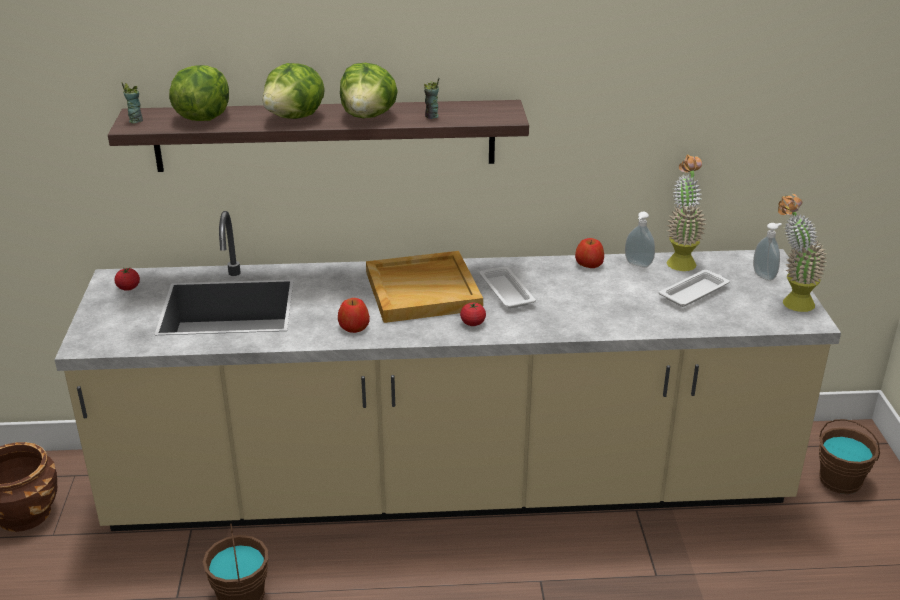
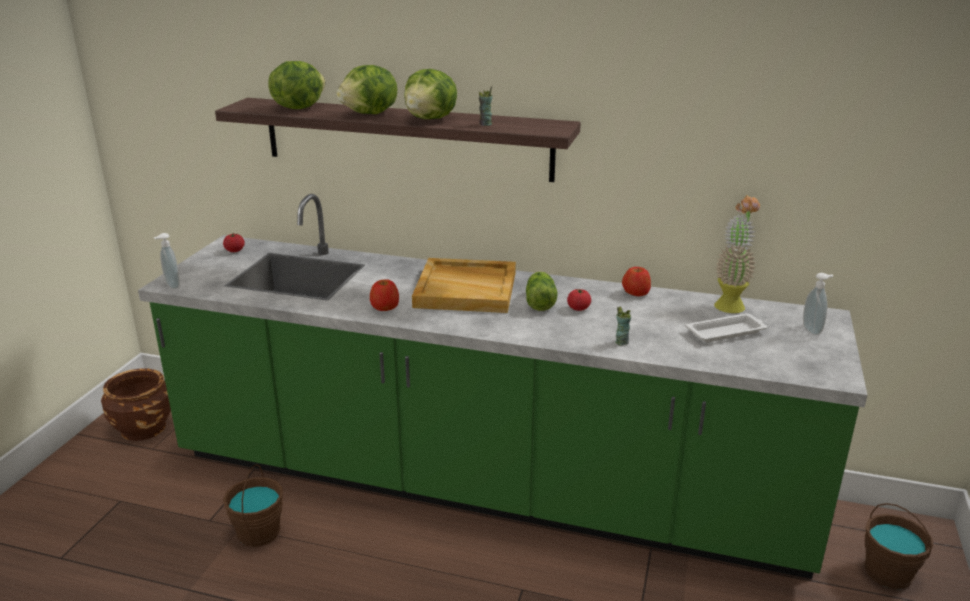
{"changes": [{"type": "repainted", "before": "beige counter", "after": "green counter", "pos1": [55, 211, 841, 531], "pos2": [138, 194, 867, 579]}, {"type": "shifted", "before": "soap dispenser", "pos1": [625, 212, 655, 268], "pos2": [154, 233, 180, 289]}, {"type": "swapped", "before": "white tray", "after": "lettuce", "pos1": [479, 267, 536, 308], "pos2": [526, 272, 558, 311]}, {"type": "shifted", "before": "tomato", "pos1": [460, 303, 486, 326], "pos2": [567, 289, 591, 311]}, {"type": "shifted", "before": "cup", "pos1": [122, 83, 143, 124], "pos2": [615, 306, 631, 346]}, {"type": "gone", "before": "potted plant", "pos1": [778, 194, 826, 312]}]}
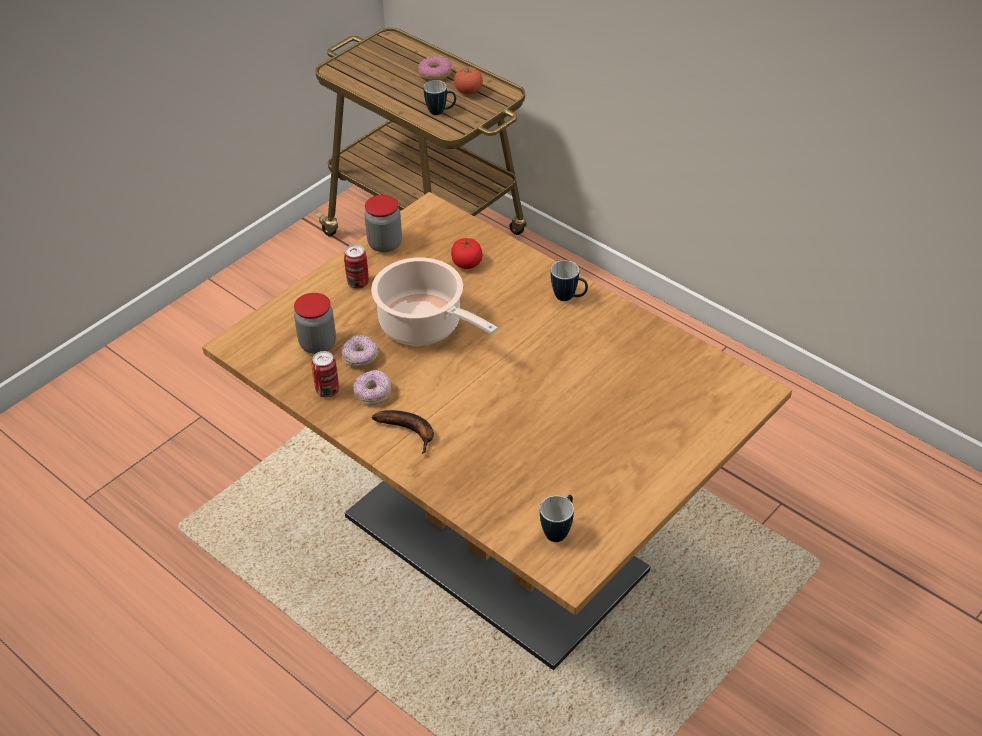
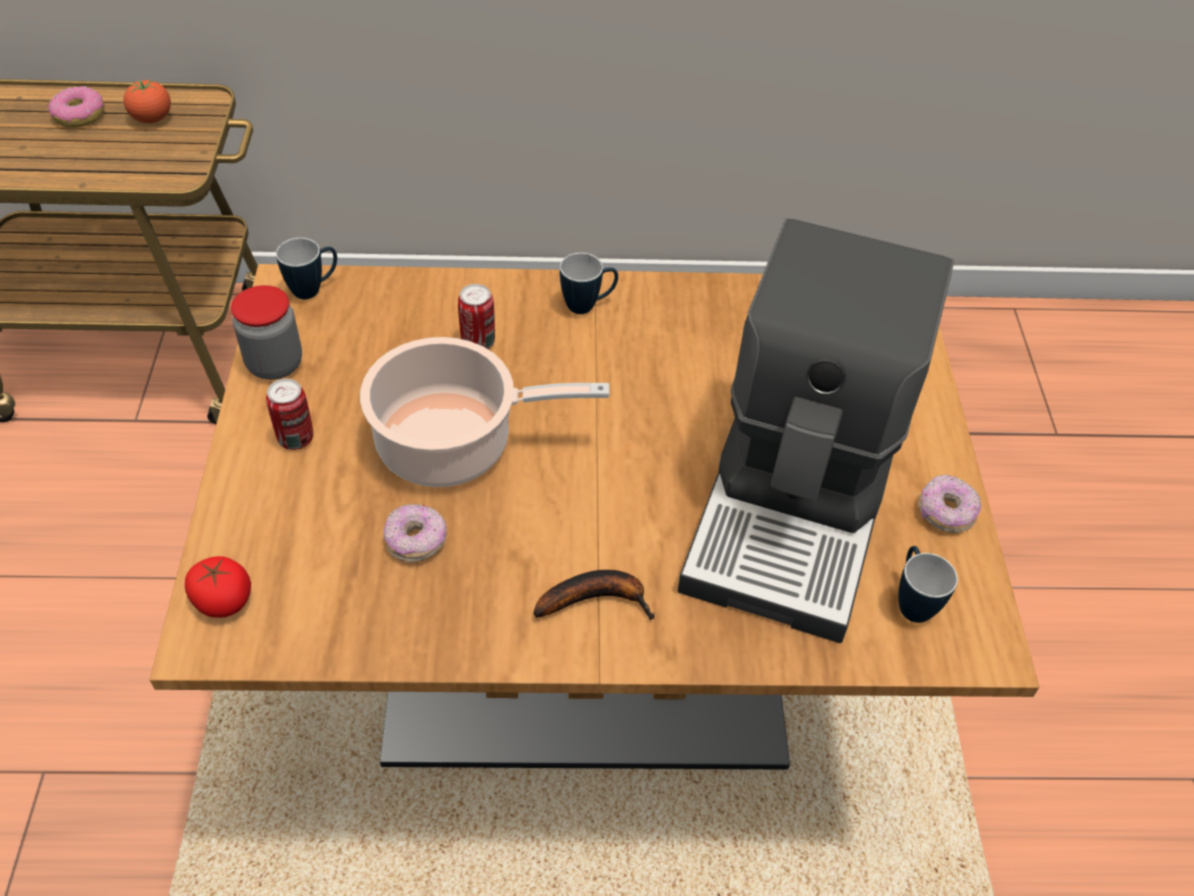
{"changes": [{"type": "shifted", "before": "tomato", "pos1": [451, 238, 483, 269], "pos2": [185, 556, 251, 618]}, {"type": "shifted", "before": "mug", "pos1": [424, 80, 456, 115], "pos2": [276, 238, 337, 299]}, {"type": "shifted", "before": "can", "pos1": [311, 351, 339, 397], "pos2": [458, 284, 495, 349]}, {"type": "new", "after": "coffee machine", "pos2": [678, 218, 954, 643]}, {"type": "shifted", "before": "donut", "pos1": [353, 370, 391, 405], "pos2": [919, 475, 981, 533]}, {"type": "gone", "before": "jar", "pos1": [294, 293, 336, 354]}]}
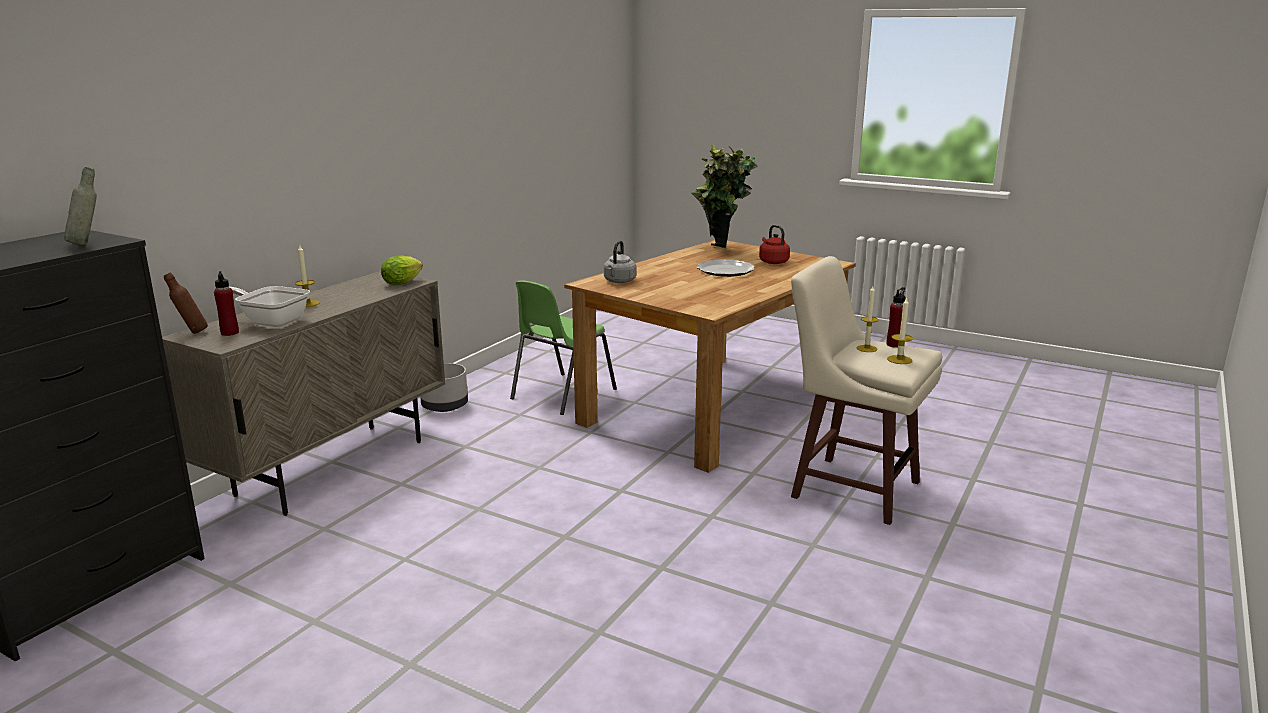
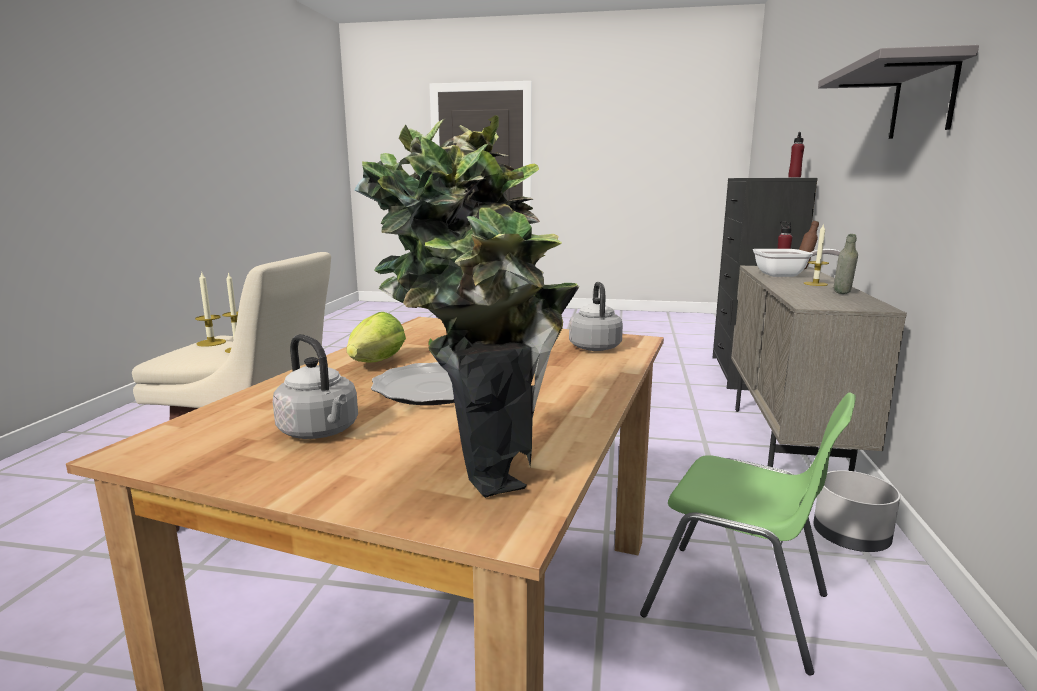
{"changes": [{"type": "repainted", "before": "red kettle", "after": "grey kettle", "pos1": [759, 225, 790, 264], "pos2": [273, 334, 358, 439]}, {"type": "shifted", "before": "lettuce", "pos1": [381, 255, 423, 285], "pos2": [346, 312, 406, 363]}, {"type": "rotated", "before": "green chair", "pos1": [510, 280, 617, 415], "pos2": [640, 392, 856, 675], "turn": 105}, {"type": "shifted", "before": "red bottle", "pos1": [886, 287, 905, 348], "pos2": [788, 132, 805, 178]}, {"type": "new", "after": "grey shelf", "pos2": [818, 45, 979, 139]}, {"type": "shifted", "before": "grey bottle", "pos1": [64, 167, 97, 245], "pos2": [834, 234, 858, 294]}]}
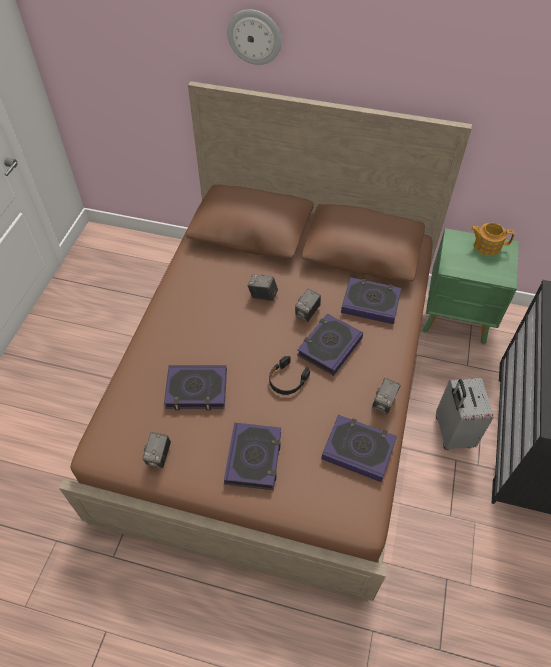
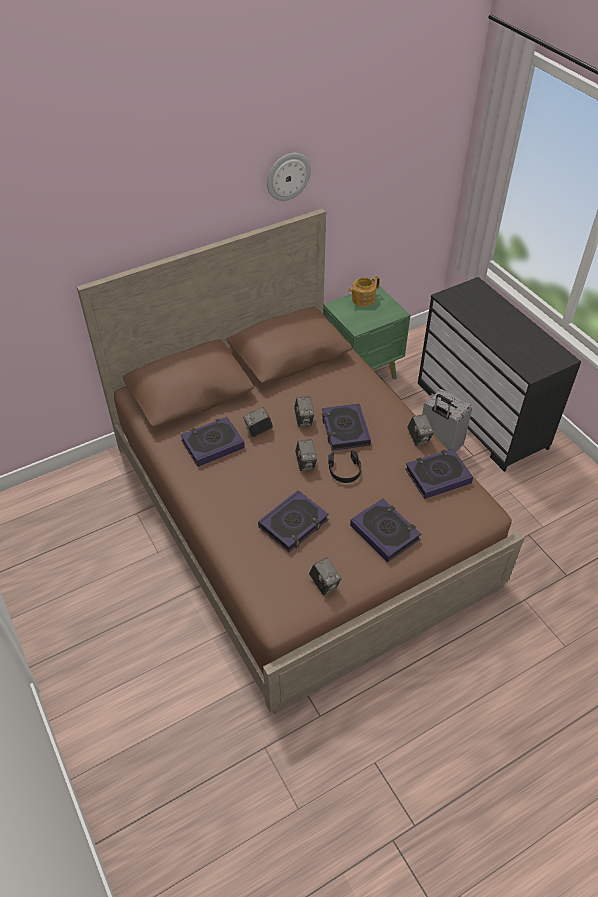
{"changes": [{"type": "shifted", "before": "book", "pos1": [341, 277, 401, 324], "pos2": [181, 417, 245, 467]}, {"type": "shifted", "before": "wall clock", "pos1": [227, 9, 281, 65], "pos2": [267, 153, 311, 201]}, {"type": "new", "after": "photo camera", "pos2": [295, 439, 317, 471]}]}
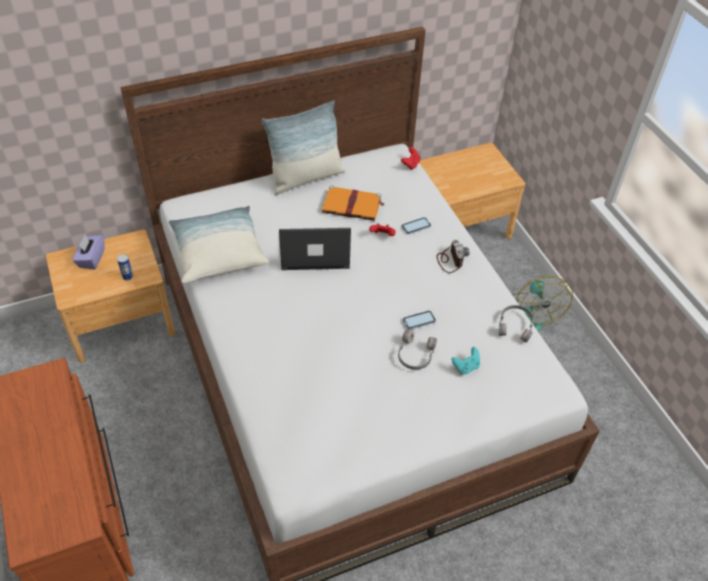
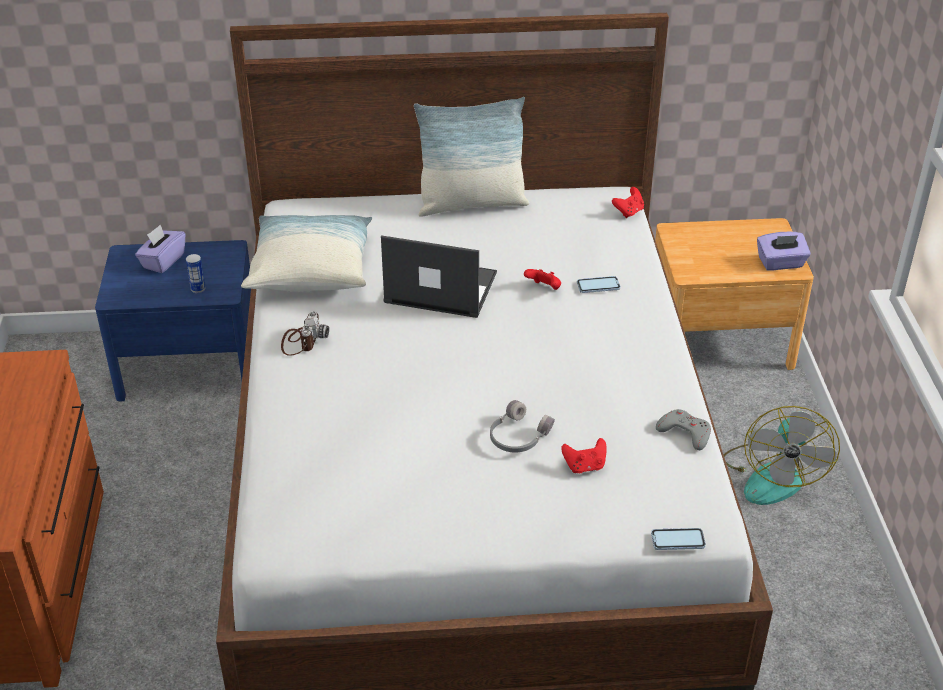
{"changes": [{"type": "repainted", "before": "brown nightstand", "after": "blue nightstand", "pos1": [46, 230, 175, 363], "pos2": [95, 240, 251, 401]}, {"type": "shifted", "before": "photo camera", "pos1": [436, 240, 469, 273], "pos2": [281, 311, 329, 356]}, {"type": "repainted", "before": "turquoise game controller", "after": "red game controller", "pos1": [452, 347, 480, 375], "pos2": [561, 438, 607, 473]}, {"type": "shifted", "before": "phone", "pos1": [403, 311, 436, 330], "pos2": [651, 528, 706, 550]}, {"type": "swapped", "before": "grey headphones", "after": "grey game controller", "pos1": [499, 305, 534, 342], "pos2": [656, 409, 711, 450]}, {"type": "new", "after": "purple tissue box", "pos2": [757, 232, 811, 271]}, {"type": "gone", "before": "orange book", "pos1": [322, 185, 385, 221]}]}
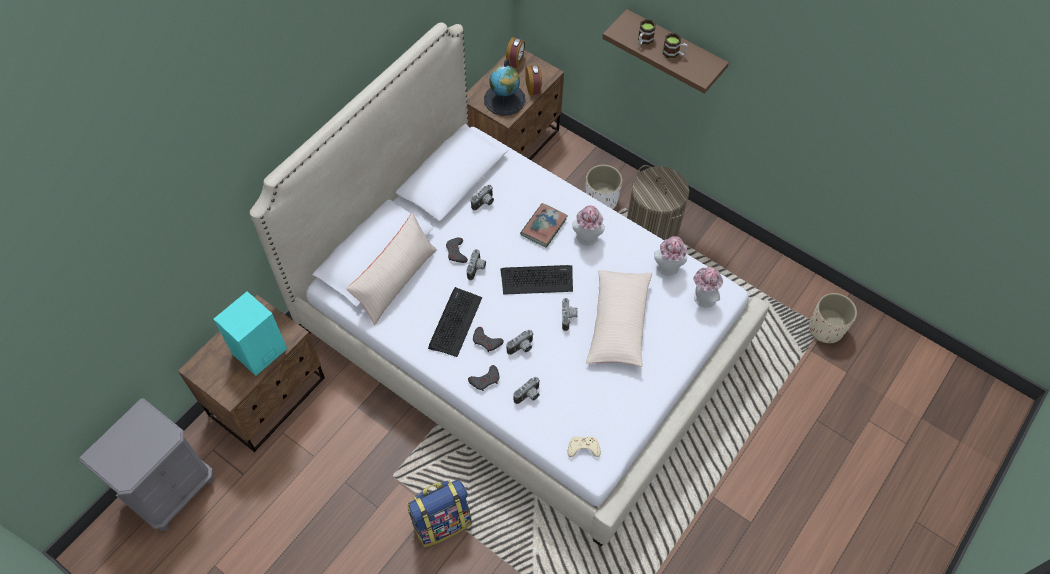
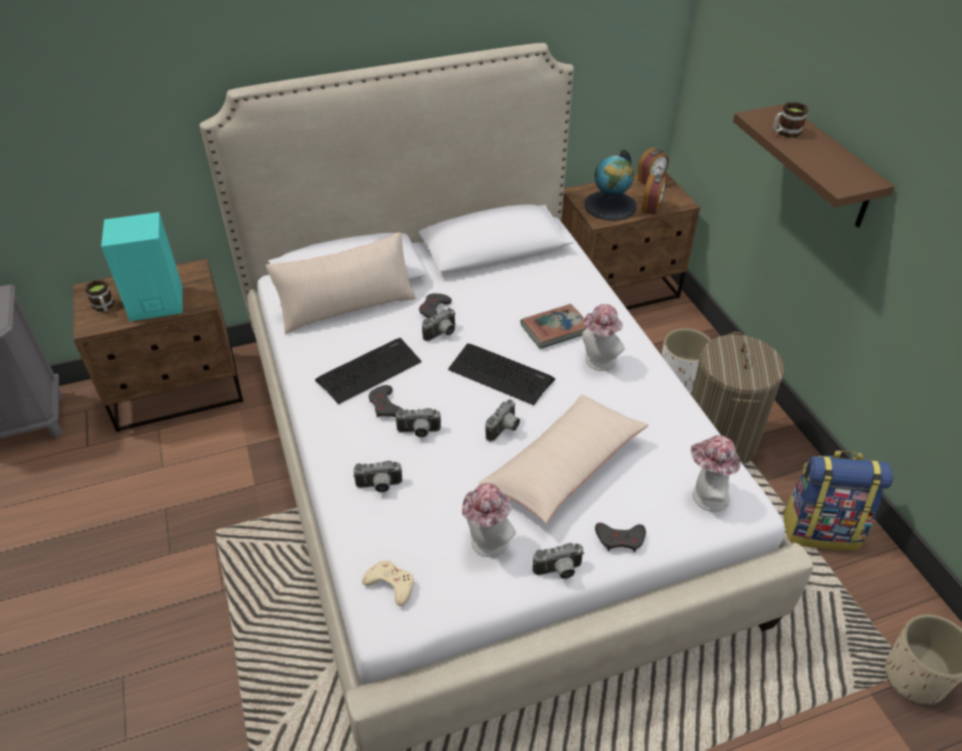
{"changes": [{"type": "shifted", "before": "mug", "pos1": [663, 33, 688, 58], "pos2": [85, 280, 115, 312]}, {"type": "shifted", "before": "hat", "pos1": [654, 236, 687, 276], "pos2": [462, 483, 516, 557]}, {"type": "shifted", "before": "photo camera", "pos1": [471, 185, 494, 210], "pos2": [532, 543, 584, 579]}, {"type": "shifted", "before": "grey game controller", "pos1": [468, 365, 499, 391], "pos2": [595, 523, 646, 552]}, {"type": "shifted", "before": "backpack", "pos1": [407, 480, 471, 547], "pos2": [783, 451, 894, 550]}]}
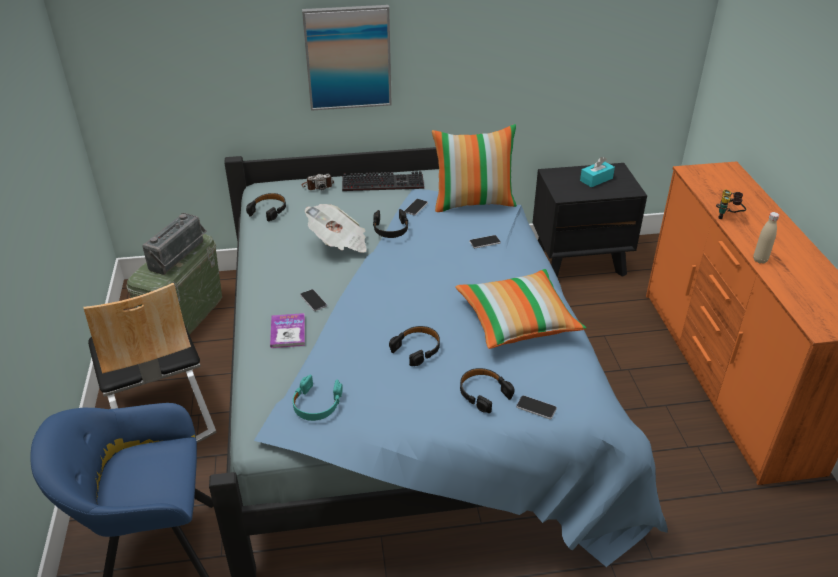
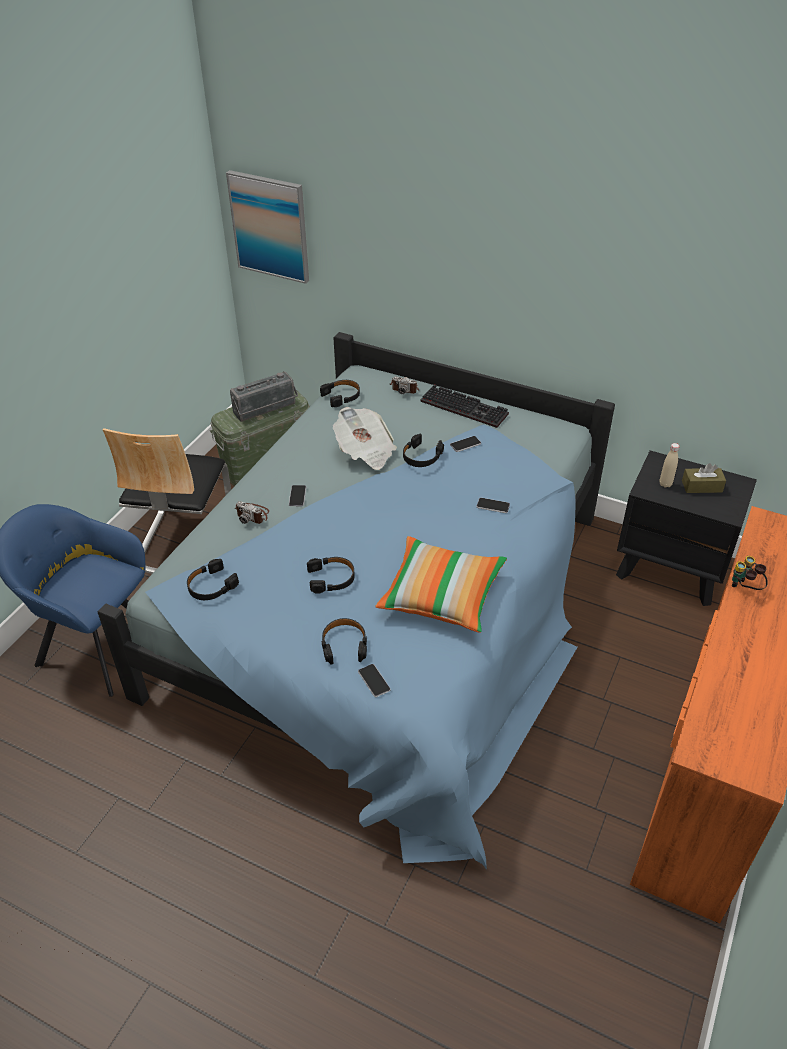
{"changes": [{"type": "repainted", "before": "turquoise headphones", "after": "black headphones", "pos1": [292, 375, 343, 421], "pos2": [187, 559, 239, 600]}, {"type": "shifted", "before": "picture", "pos1": [302, 5, 392, 111], "pos2": [226, 170, 309, 284]}, {"type": "swapped", "before": "book", "after": "photo camera", "pos1": [270, 313, 305, 348], "pos2": [235, 501, 269, 524]}, {"type": "shifted", "before": "beige bottle", "pos1": [753, 212, 779, 264], "pos2": [660, 443, 679, 488]}, {"type": "repainted", "before": "turquoise tissue box", "after": "brown tissue box", "pos1": [580, 157, 615, 187], "pos2": [682, 463, 726, 493]}, {"type": "gone", "before": "pillow", "pos1": [432, 124, 517, 212]}]}
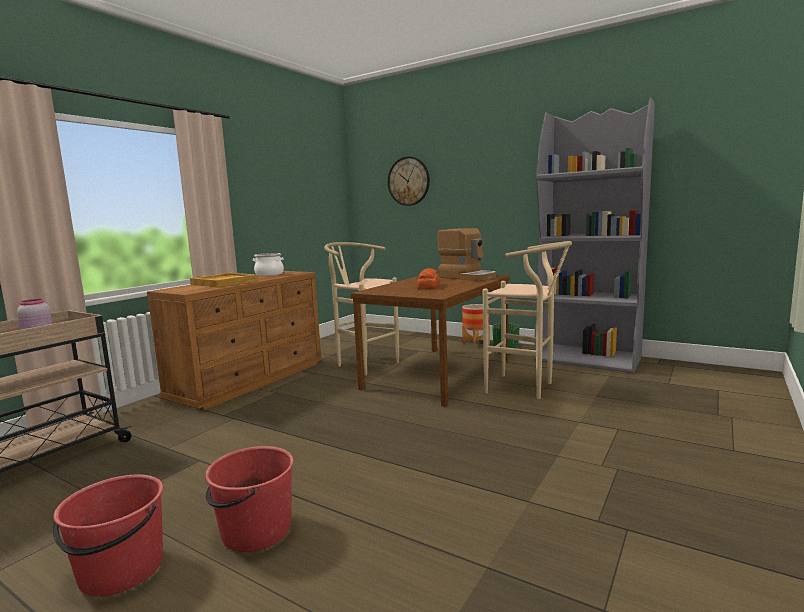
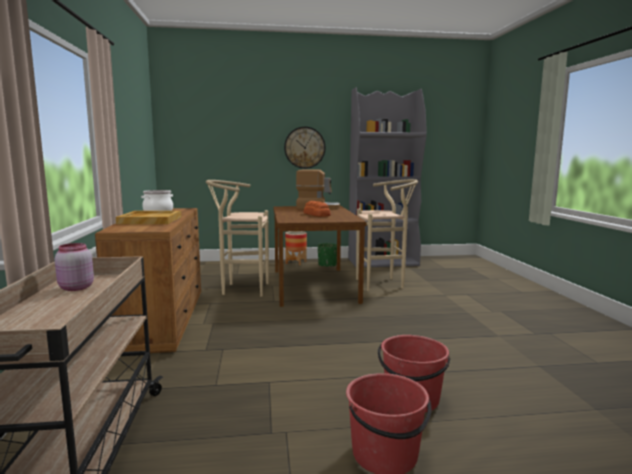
{"changes": [{"type": "shifted", "before": "wall clock", "pos1": [388, 156, 430, 206], "pos2": [284, 127, 325, 169]}]}
